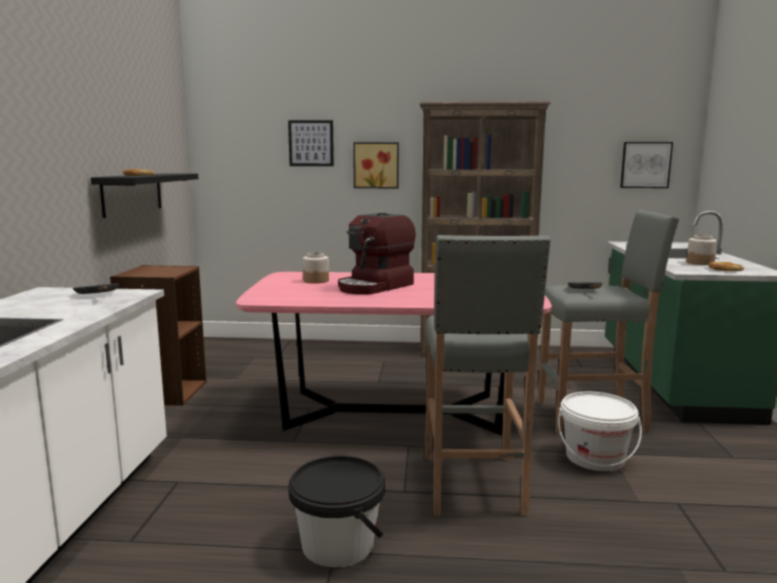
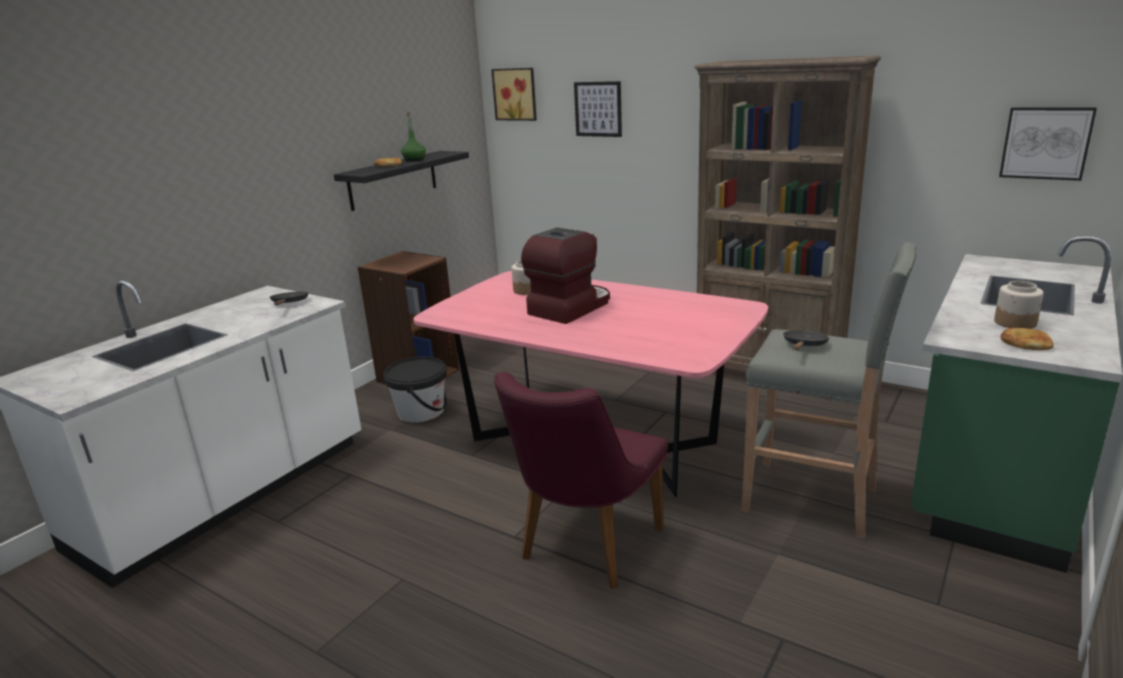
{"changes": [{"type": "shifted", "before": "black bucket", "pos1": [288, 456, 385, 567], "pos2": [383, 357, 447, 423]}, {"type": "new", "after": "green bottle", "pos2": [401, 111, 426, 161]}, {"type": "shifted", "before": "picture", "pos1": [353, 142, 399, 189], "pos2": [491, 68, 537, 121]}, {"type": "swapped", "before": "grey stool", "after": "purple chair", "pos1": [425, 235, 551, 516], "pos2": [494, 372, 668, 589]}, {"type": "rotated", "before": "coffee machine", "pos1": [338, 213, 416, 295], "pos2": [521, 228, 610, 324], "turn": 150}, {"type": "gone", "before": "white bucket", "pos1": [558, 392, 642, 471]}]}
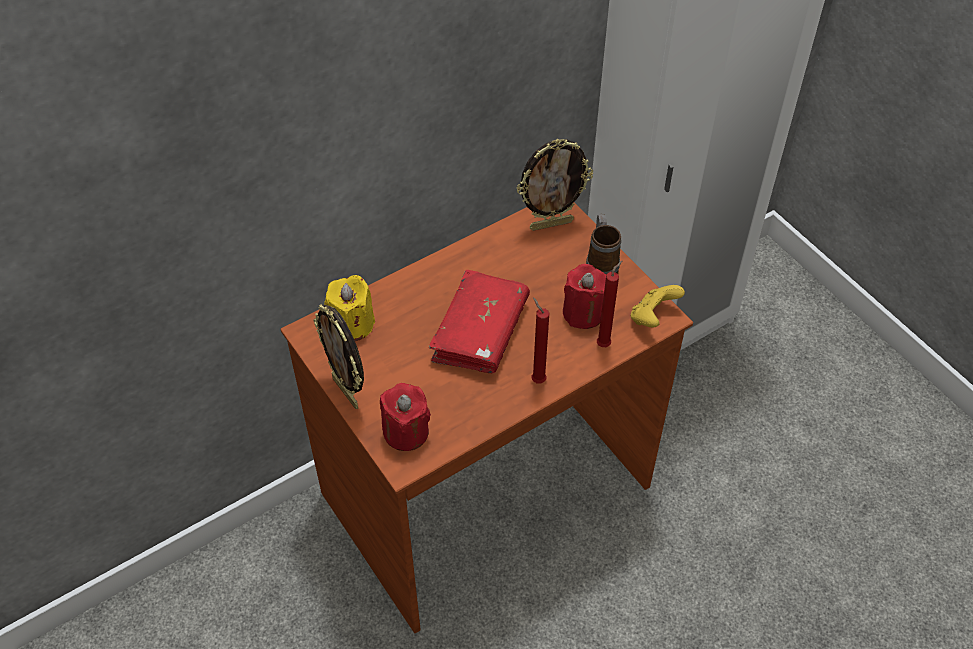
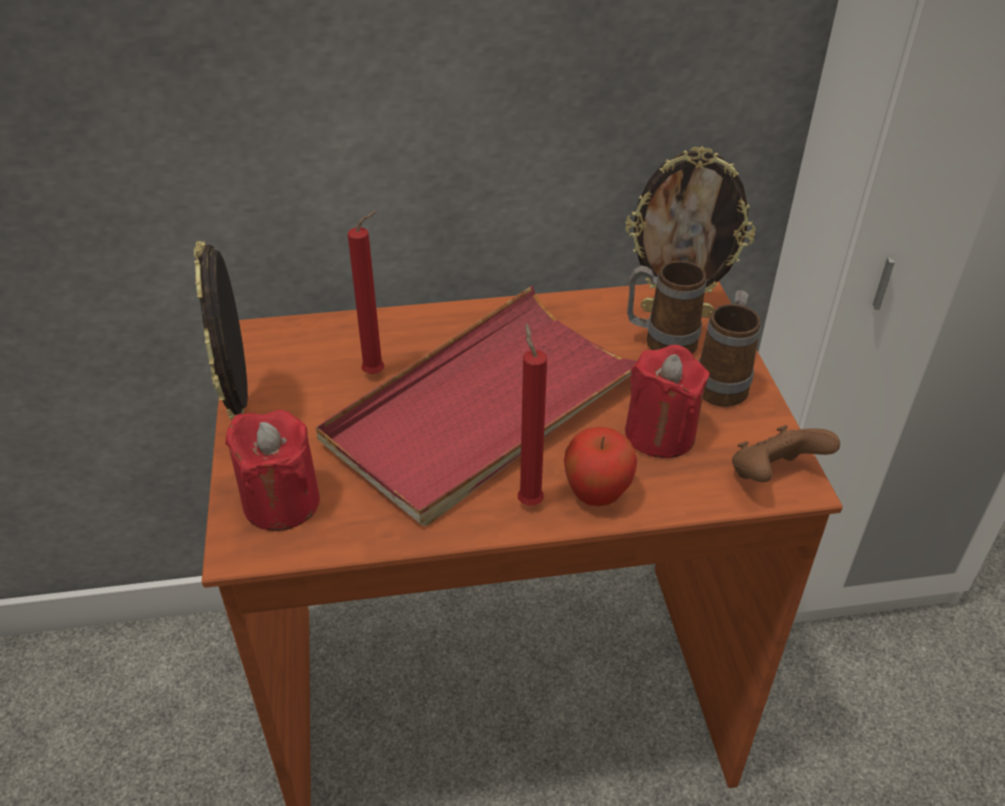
{"changes": [{"type": "swapped", "before": "red book", "after": "red tray", "pos1": [429, 270, 530, 373], "pos2": [316, 286, 637, 526]}, {"type": "shifted", "before": "red candle", "pos1": [597, 260, 623, 347], "pos2": [348, 210, 384, 374]}, {"type": "new", "after": "apple", "pos2": [564, 427, 637, 506]}, {"type": "new", "after": "mug", "pos2": [627, 261, 707, 354]}, {"type": "repainted", "before": "yellow game controller", "after": "brown game controller", "pos1": [631, 285, 685, 328], "pos2": [732, 425, 840, 482]}, {"type": "gone", "before": "yellow candle", "pos1": [324, 275, 375, 341]}]}
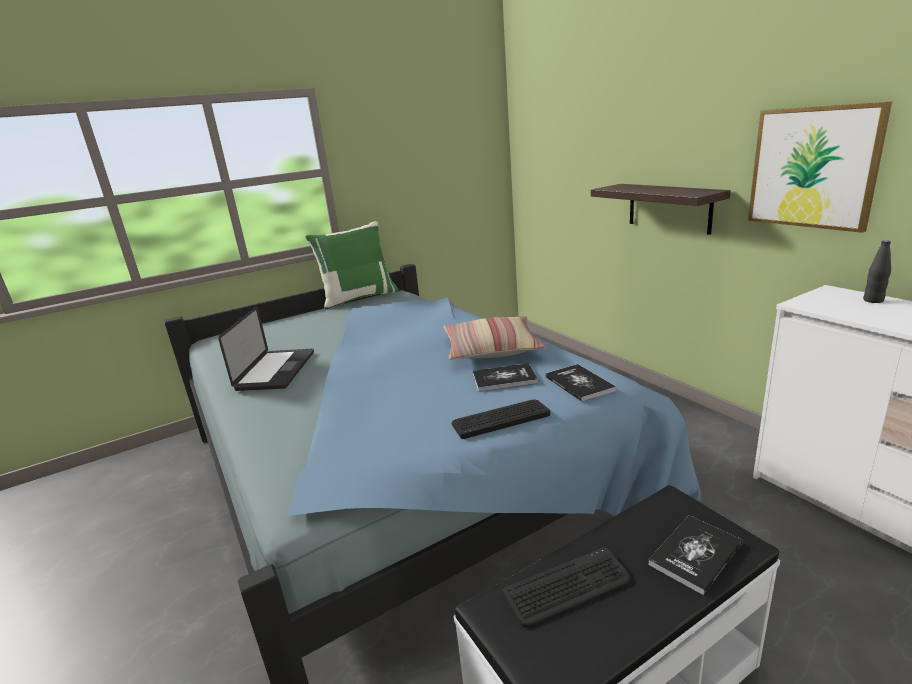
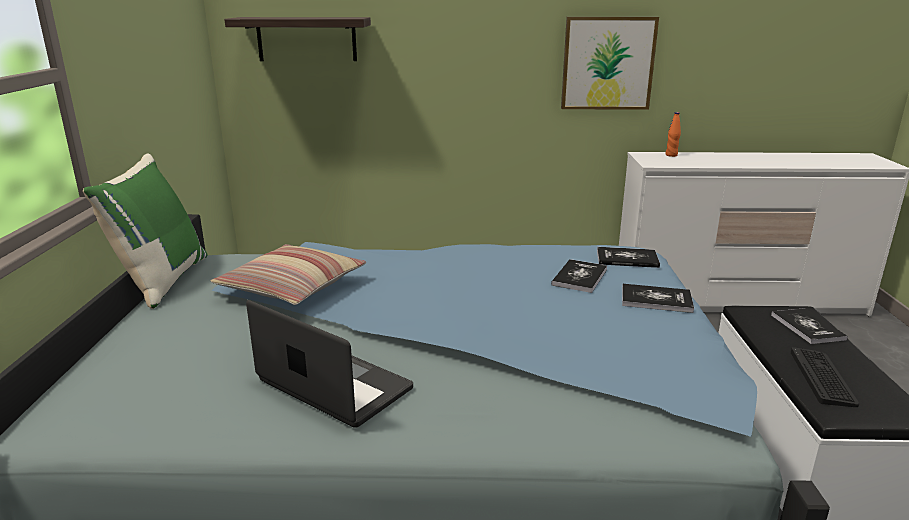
{"changes": [{"type": "shifted", "before": "pillow", "pos1": [444, 316, 546, 360], "pos2": [210, 244, 366, 305]}, {"type": "shifted", "before": "shelf", "pos1": [591, 184, 731, 235], "pos2": [224, 17, 371, 61]}, {"type": "swapped", "before": "keyboard", "after": "book", "pos1": [452, 400, 550, 439], "pos2": [622, 284, 694, 313]}, {"type": "repainted", "before": "black bottle", "after": "orange bottle", "pos1": [863, 240, 891, 303], "pos2": [665, 112, 681, 157]}]}
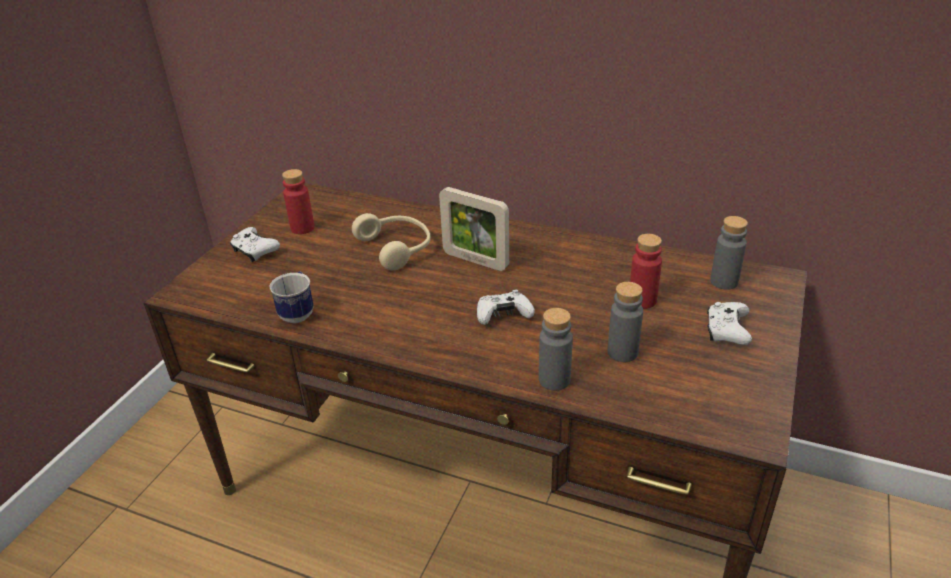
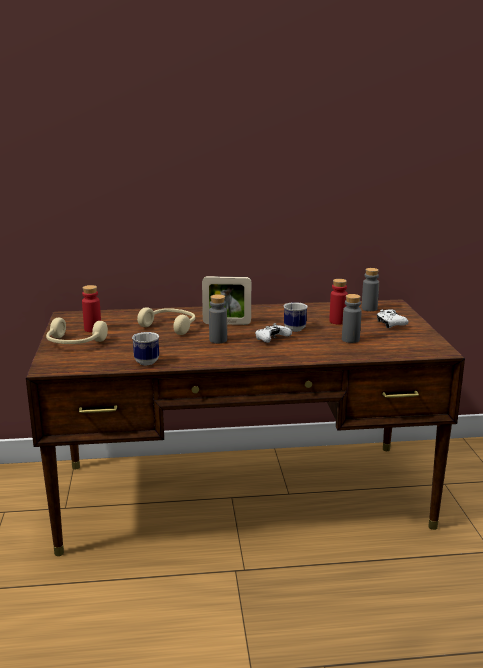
{"changes": [{"type": "swapped", "before": "white game controller", "after": "beige headphones", "pos1": [230, 227, 280, 262], "pos2": [46, 318, 108, 344]}, {"type": "shifted", "before": "grey bottle", "pos1": [539, 308, 573, 391], "pos2": [209, 294, 227, 343]}, {"type": "new", "after": "mug", "pos2": [284, 302, 308, 332]}]}
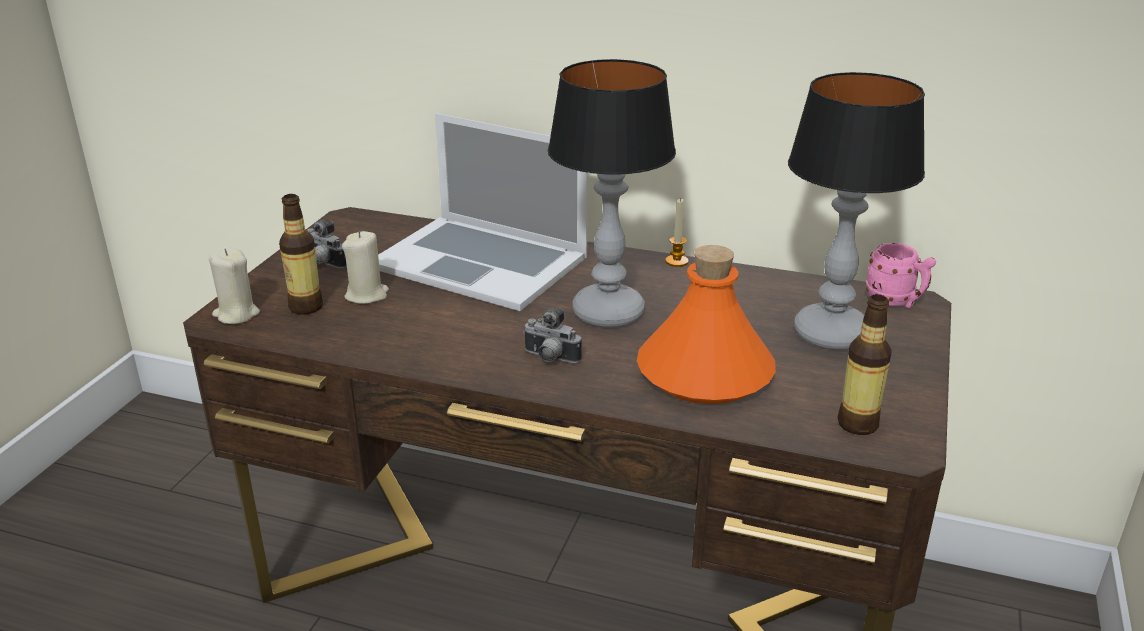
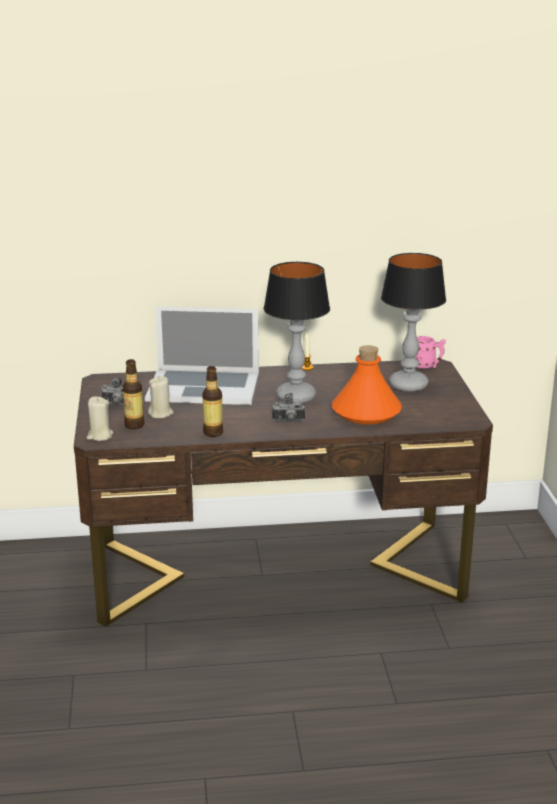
{"changes": [{"type": "shifted", "before": "bottle", "pos1": [838, 294, 891, 435], "pos2": [202, 366, 223, 437]}]}
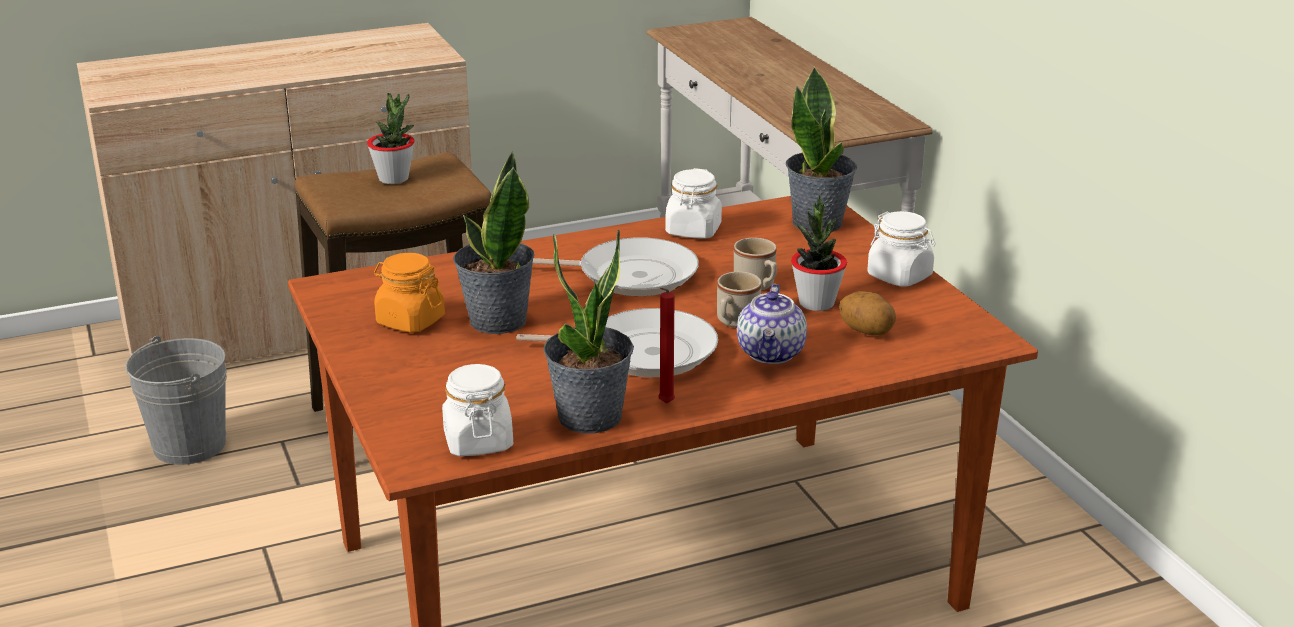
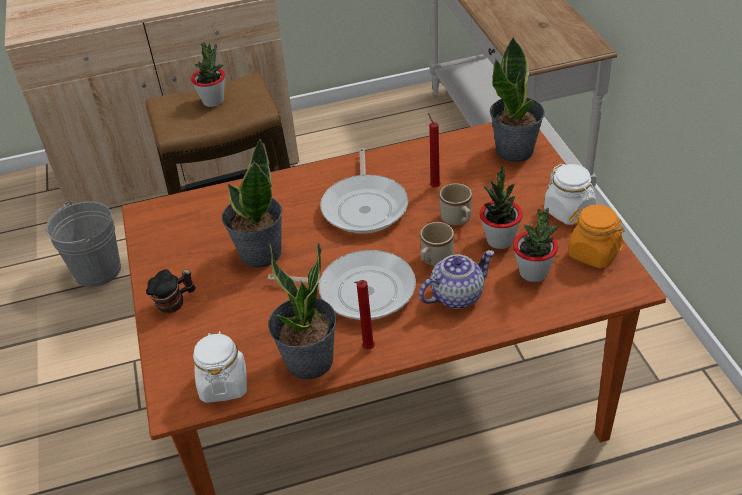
{"changes": [{"type": "new", "after": "mug", "pos2": [146, 269, 196, 314]}, {"type": "rotated", "before": "frying pan", "pos1": [533, 237, 699, 296], "pos2": [320, 148, 408, 234], "turn": 75}, {"type": "rotated", "before": "teapot", "pos1": [737, 284, 807, 364], "pos2": [419, 250, 495, 309], "turn": -135}, {"type": "new", "after": "red candle", "pos2": [428, 113, 441, 188]}, {"type": "swapped", "before": "potato", "after": "potted plant", "pos1": [839, 291, 896, 336], "pos2": [513, 208, 559, 282]}, {"type": "shifted", "before": "orange jar", "pos1": [374, 253, 445, 333], "pos2": [568, 204, 624, 268]}, {"type": "gone", "before": "white jar", "pos1": [665, 168, 722, 239]}]}
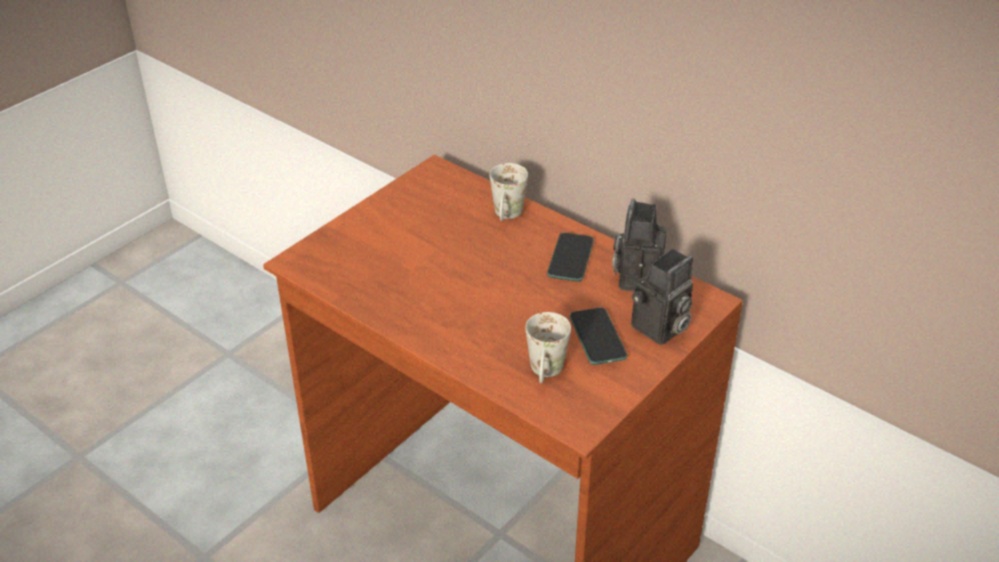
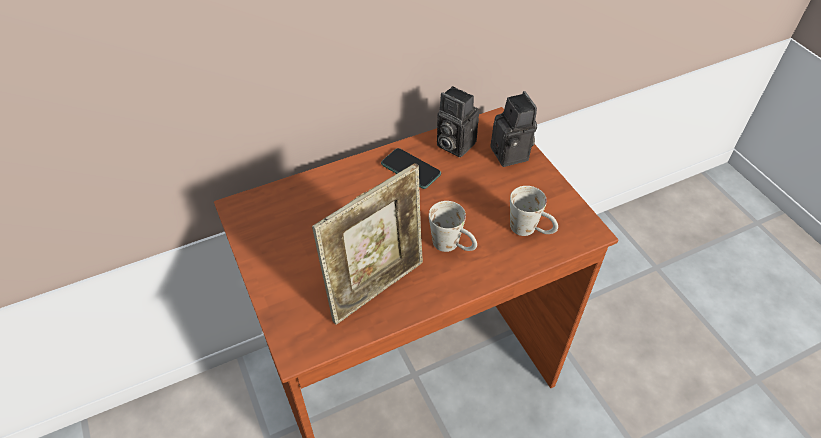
{"changes": [{"type": "new", "after": "picture frame", "pos2": [312, 163, 423, 325]}, {"type": "shifted", "before": "white mug", "pos1": [490, 163, 528, 221], "pos2": [429, 201, 477, 252]}, {"type": "gone", "before": "phone", "pos1": [570, 307, 627, 365]}]}
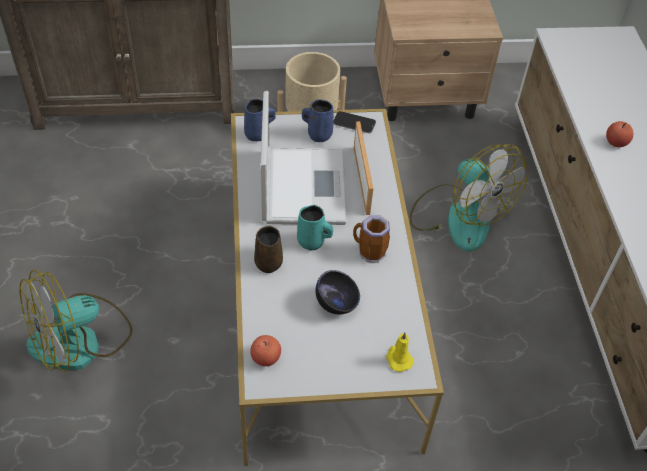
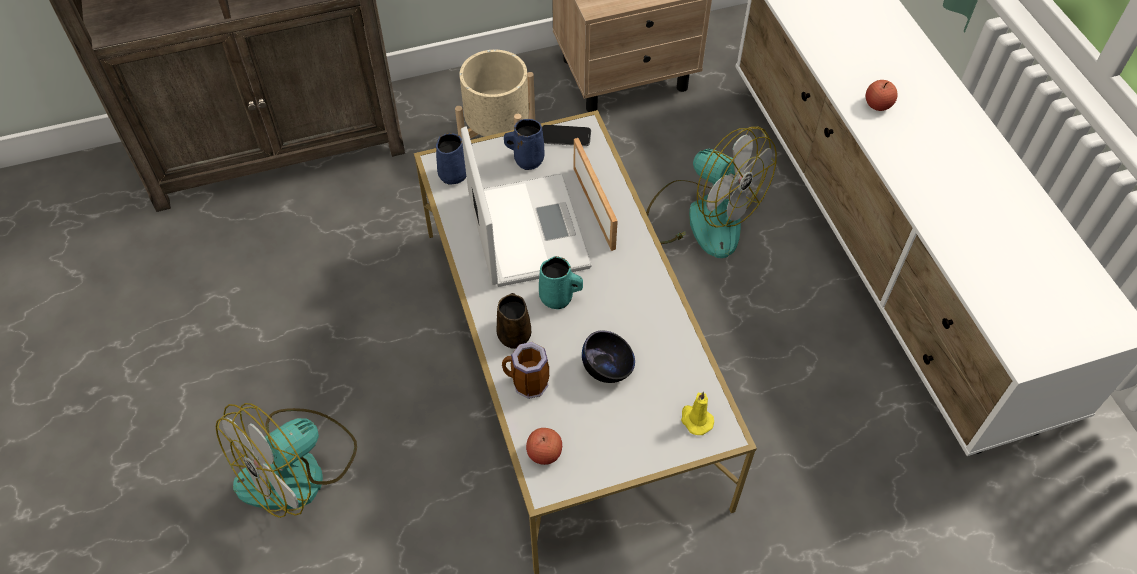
{"changes": [{"type": "shifted", "before": "mug", "pos1": [353, 215, 390, 263], "pos2": [502, 342, 549, 399]}]}
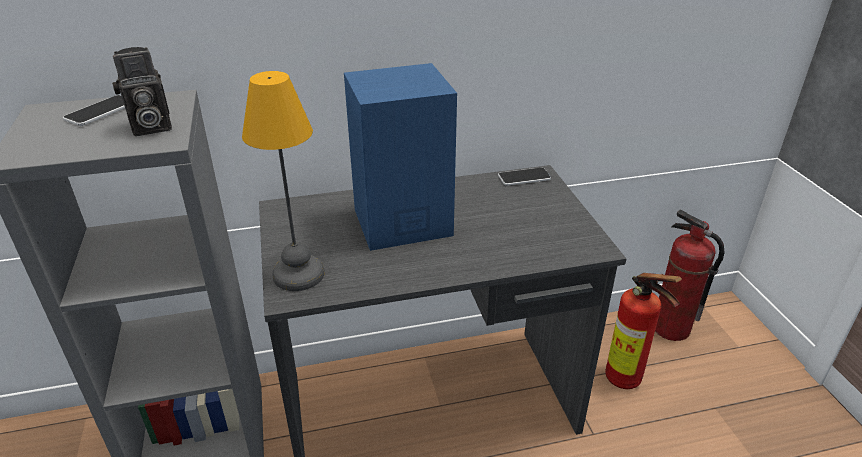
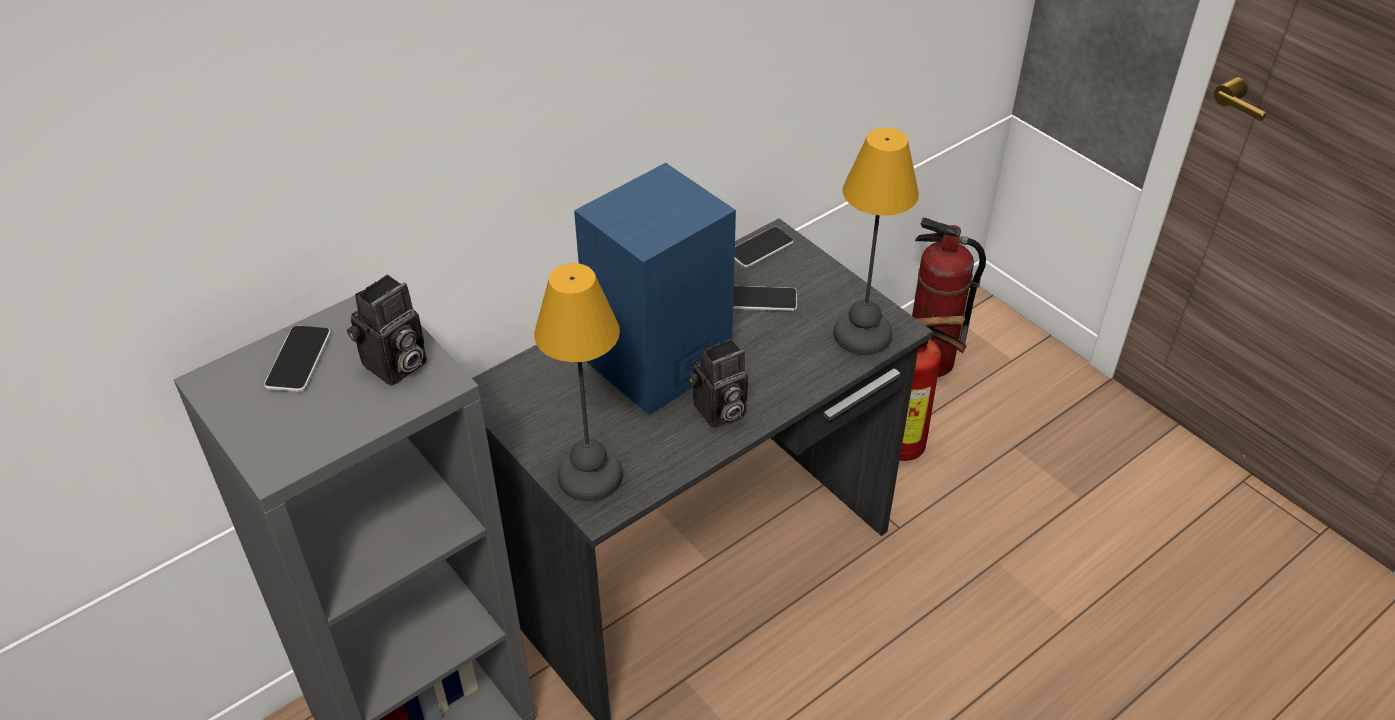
{"changes": [{"type": "new", "after": "photo camera", "pos2": [688, 339, 748, 428]}, {"type": "new", "after": "phone", "pos2": [733, 286, 797, 311]}, {"type": "new", "after": "table lamp", "pos2": [834, 127, 919, 355]}]}
